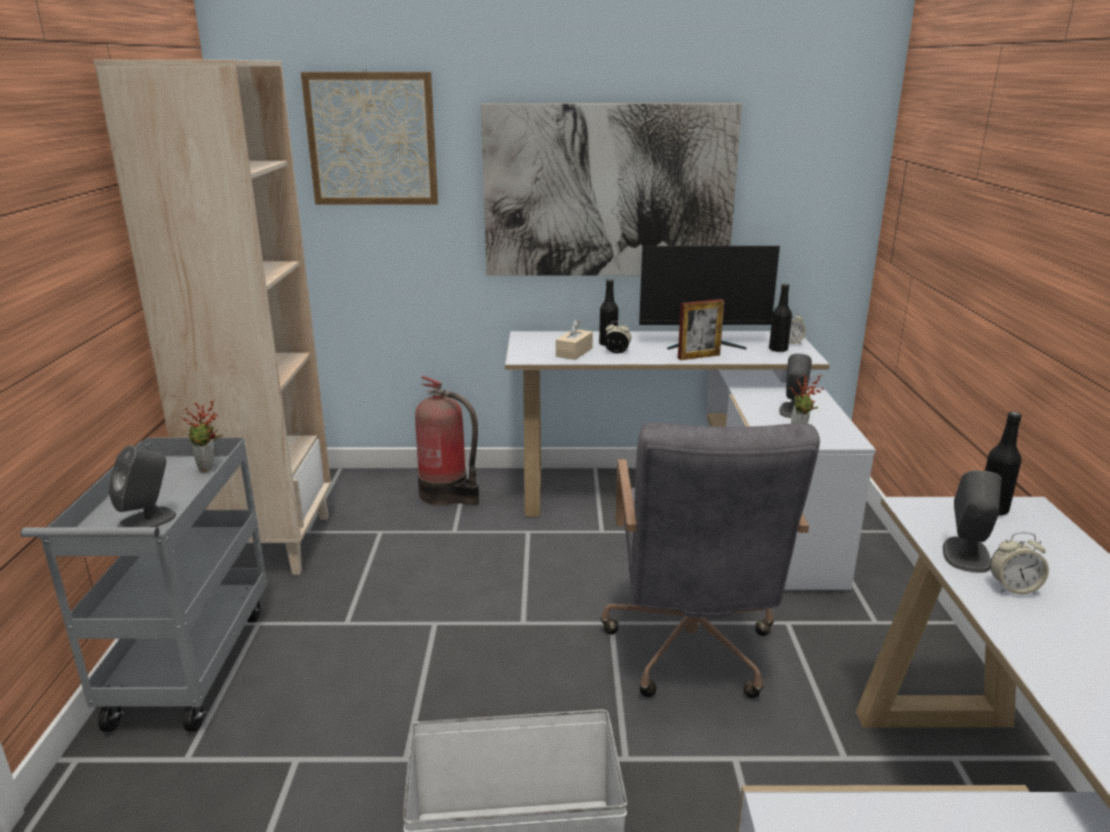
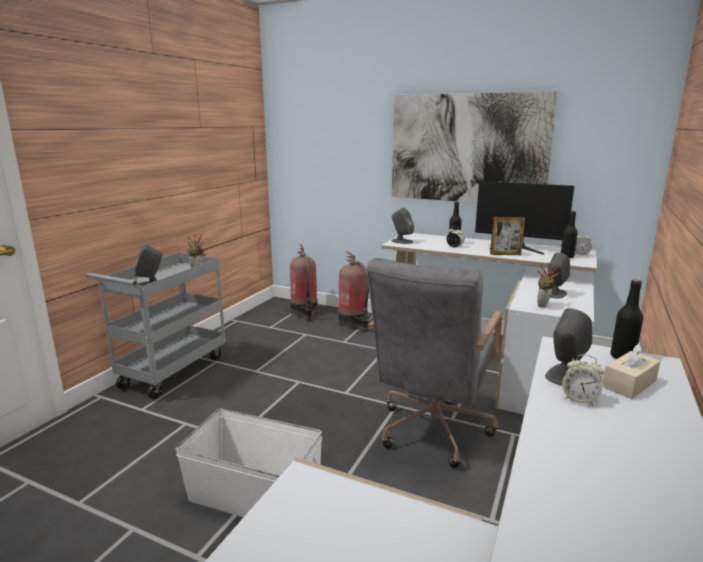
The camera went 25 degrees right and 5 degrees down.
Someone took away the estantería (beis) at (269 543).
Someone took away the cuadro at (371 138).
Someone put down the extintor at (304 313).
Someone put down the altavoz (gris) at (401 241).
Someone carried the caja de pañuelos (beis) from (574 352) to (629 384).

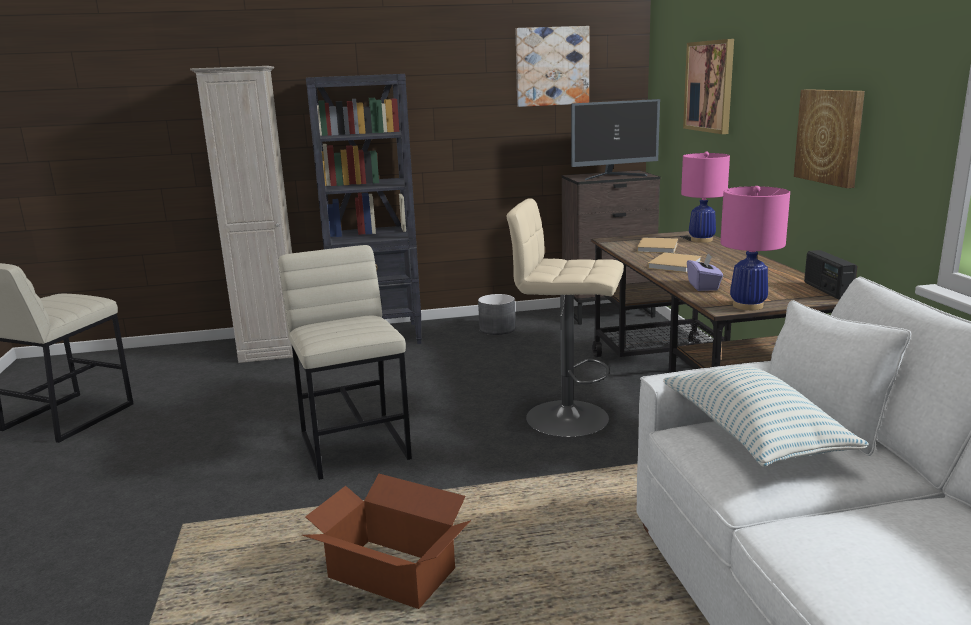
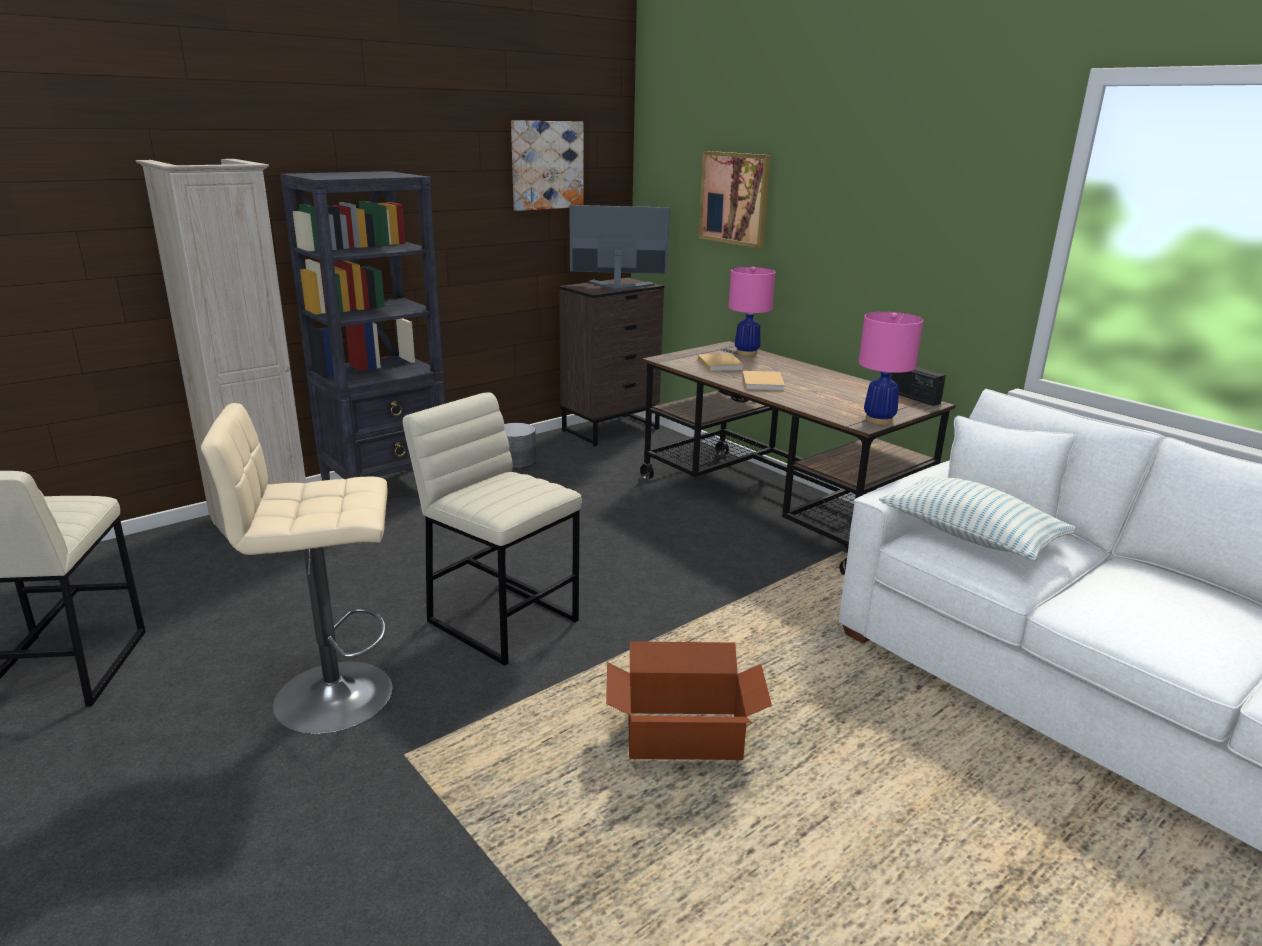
The camera went 30 degrees left and 5 degrees up.
Someone took away the caja de pañuelos (morado) at (703 286).
Someone took away the cuadro at (830 136).
Someone carried the taburete (beis) from (566 418) to (332 696).
Someone rotated the monitor at (613 176) by 135 degrees counterclockwise.

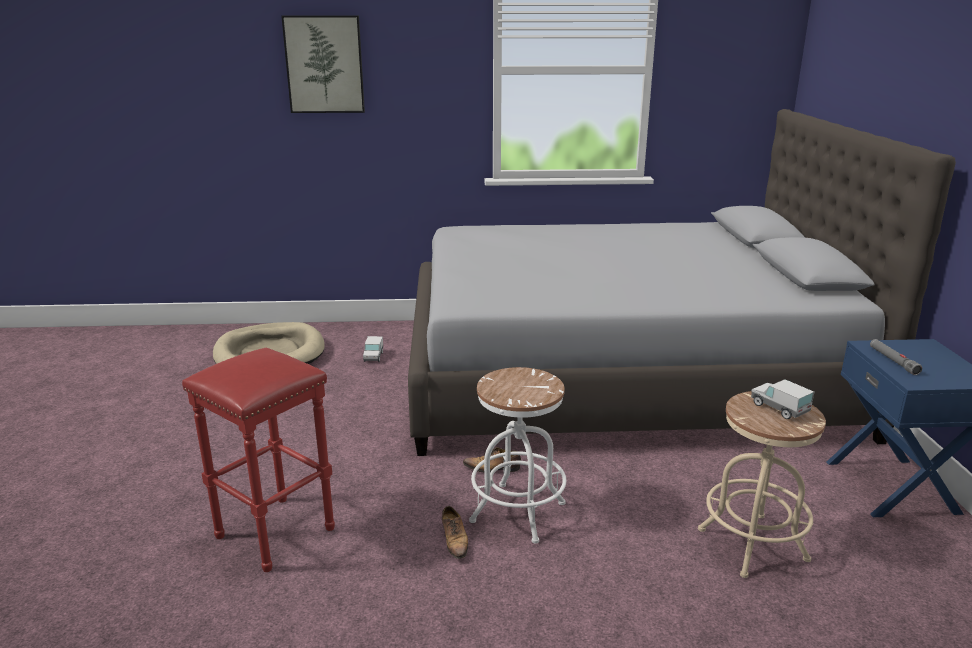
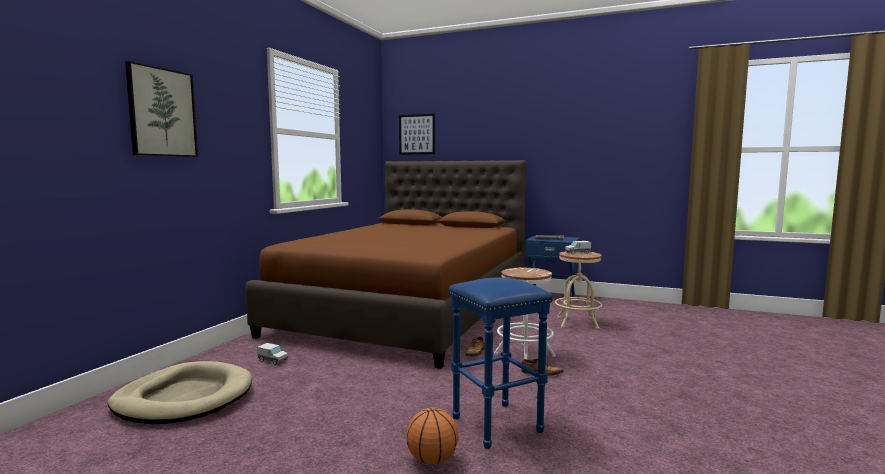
The camera went 65 degrees left and 15 degrees down.
Someone put up the cuadro at (417 134).
Someone put down the balón de baloncesto at (432 459).
Someone repainted the taburete (rojo) at (275 530), which became the taburete (azul) at (494 424).
Someone repainted the cama (gris) at (620 376), which became the cama (marrón) at (409 310).

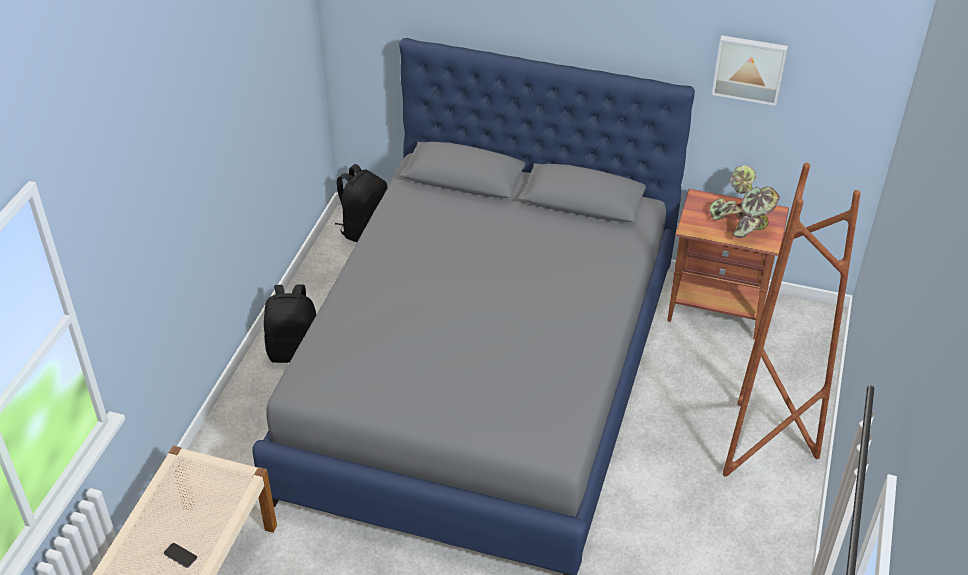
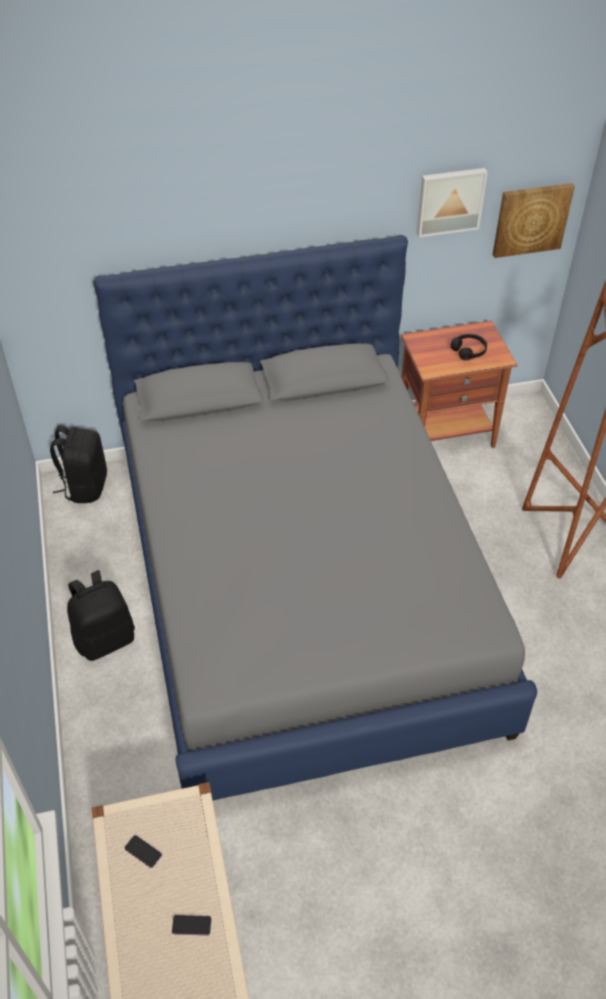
The camera went 30 degrees left and 5 degrees up.
Someone put down the móvil at (143 852).
Someone put up the cuadro at (531 219).
Someone swapped the planta en maceta at (741 225) for the auriculares (negro) at (469 350).

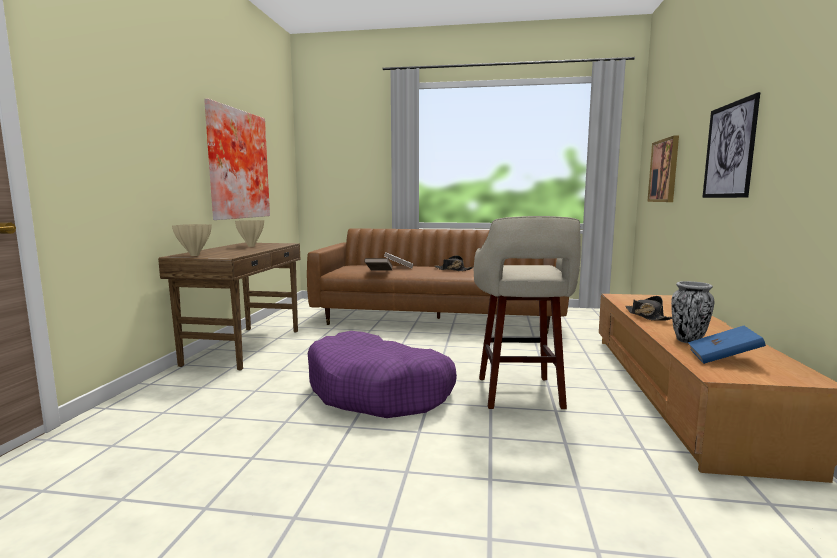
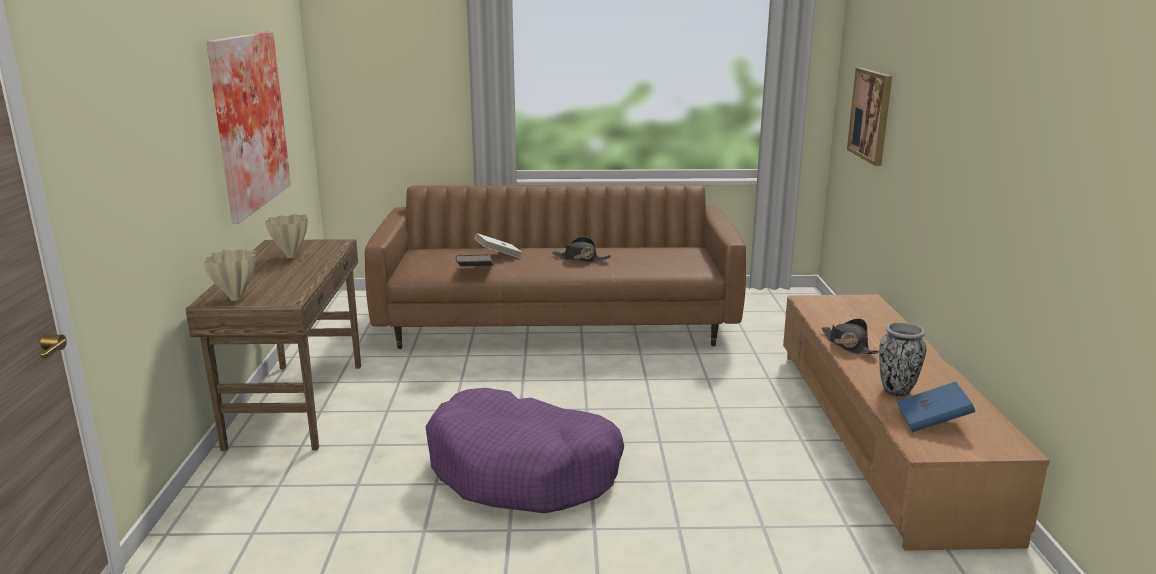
The camera went 10 degrees left and 10 degrees up.
Someone took away the taburete (beis) at (519 395).
Someone took away the cuadro at (729 150).

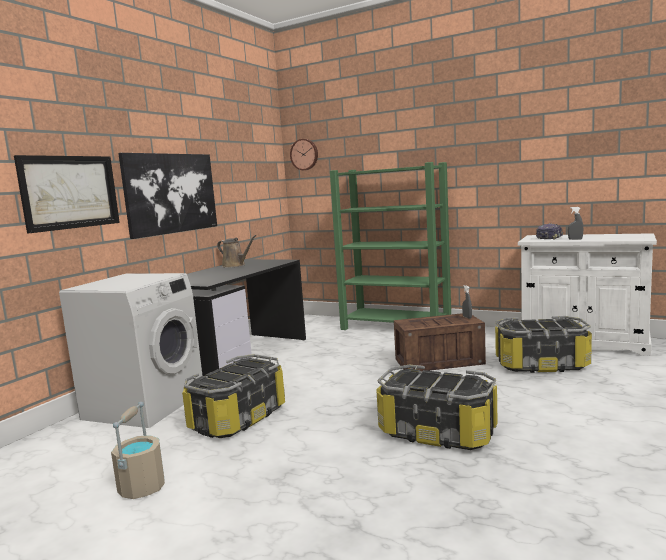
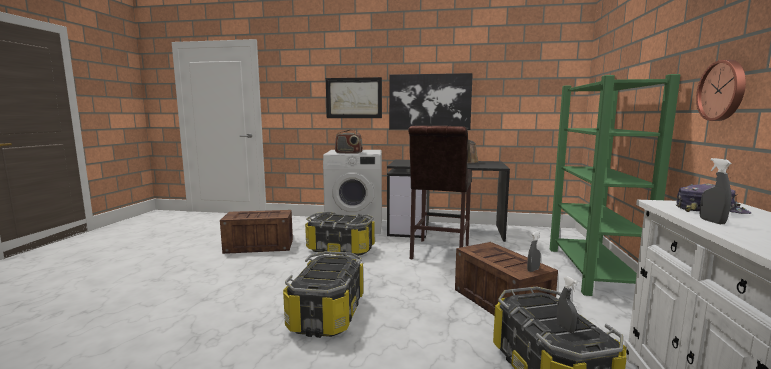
The camera went 70 degrees right and 0 degrees up.
Someone put down the radio at (348 153).
Someone put down the taburete (marrón) at (438 253).
Someone put down the pulverizador (gris) at (565 328).
Someone carried the reloj de pared from (304 154) to (723 90).
Someone swapped the cubo (beis) at (142 487) for the caja de embalaje at (260 246).

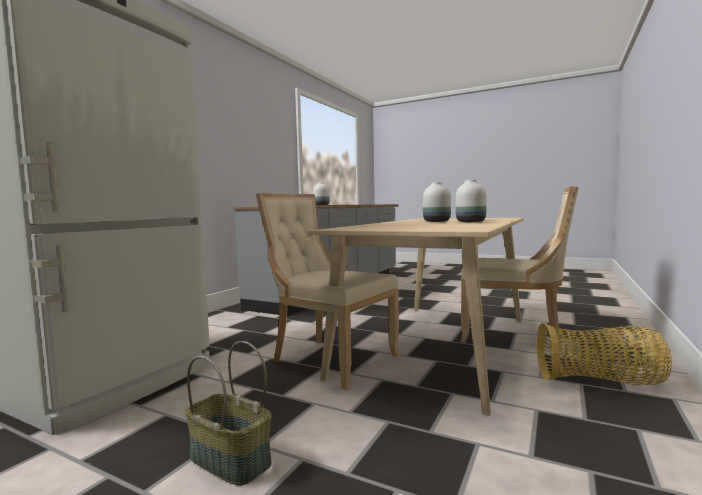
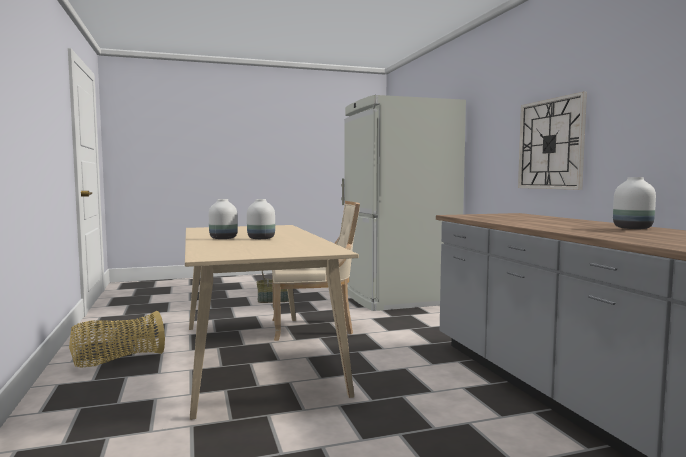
The camera went 135 degrees right and 0 degrees up.
Someone took away the silla (beis) at (515 336).
Someone put up the reloj de pared at (550 144).

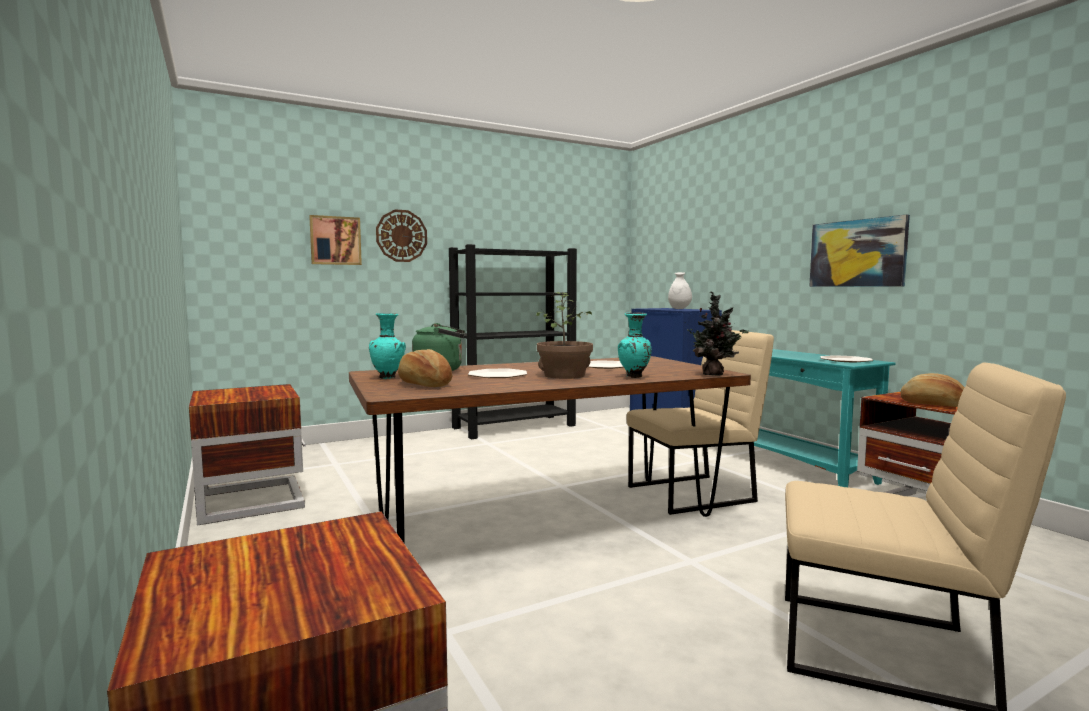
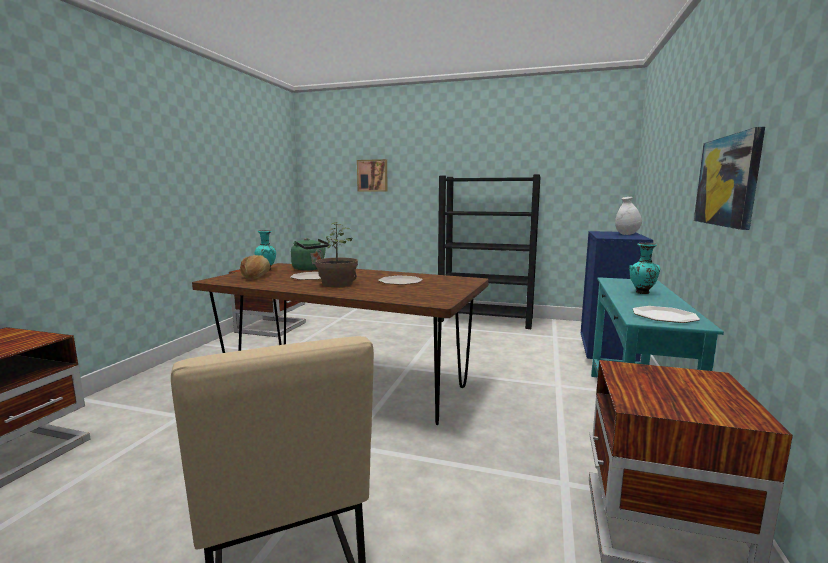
The camera went 45 degrees right and 5 degrees up.
Someone took away the reloj de pared at (401 236).
Someone took away the silla (beis) at (694 493).
Someone took away the planta en maceta at (714 375).
Someone took away the pan at (933 404).
Someone carried the florero (turquesa) from (634 377) to (642 293).

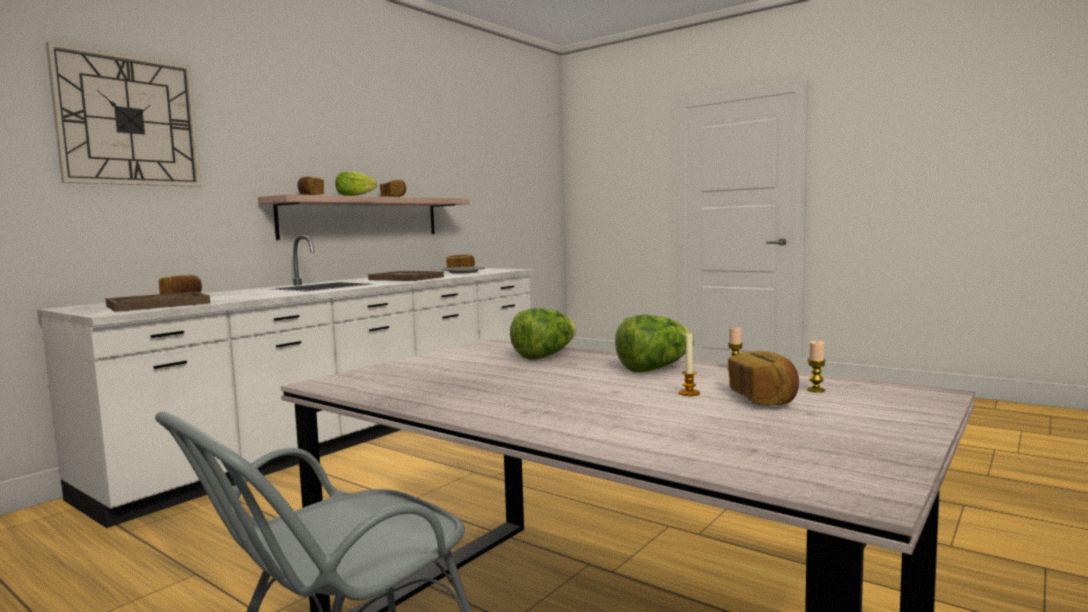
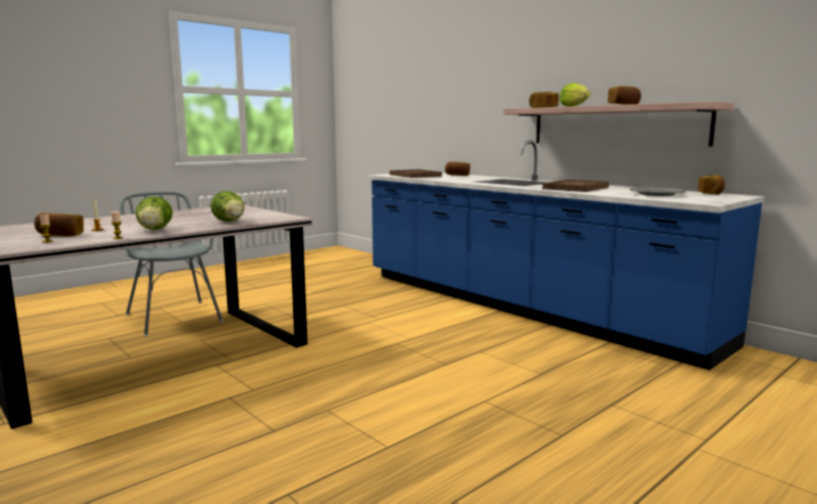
The camera went 100 degrees right and 5 degrees up.
Someone took away the reloj de pared at (128 120).
Someone repainted the mueble bajo de cocina (blanco) at (352 433), which became the mueble bajo de cocina (azul) at (522 306).

